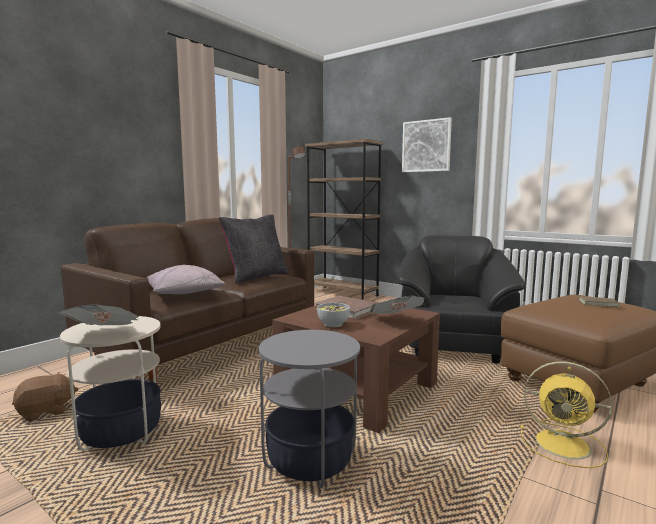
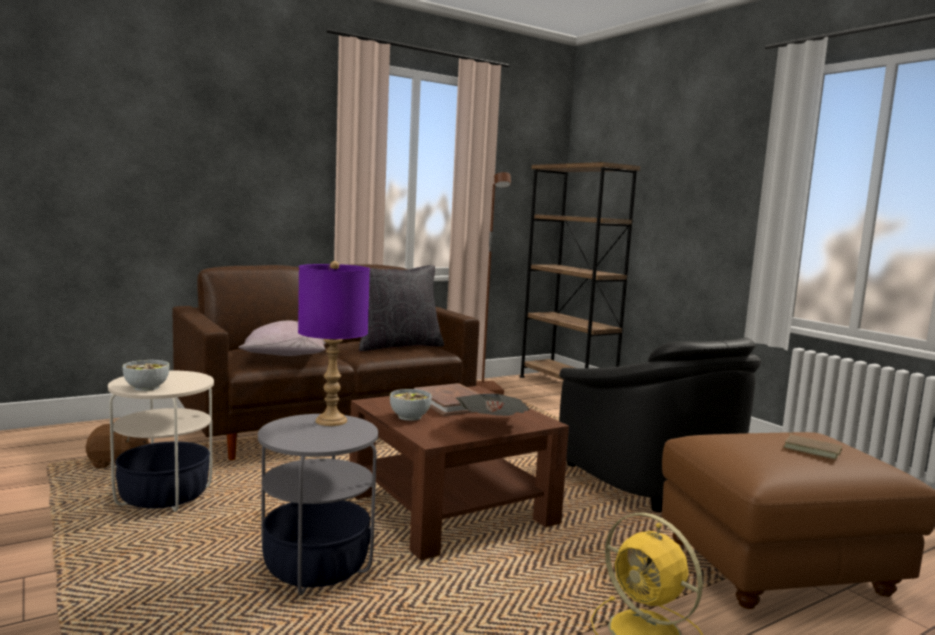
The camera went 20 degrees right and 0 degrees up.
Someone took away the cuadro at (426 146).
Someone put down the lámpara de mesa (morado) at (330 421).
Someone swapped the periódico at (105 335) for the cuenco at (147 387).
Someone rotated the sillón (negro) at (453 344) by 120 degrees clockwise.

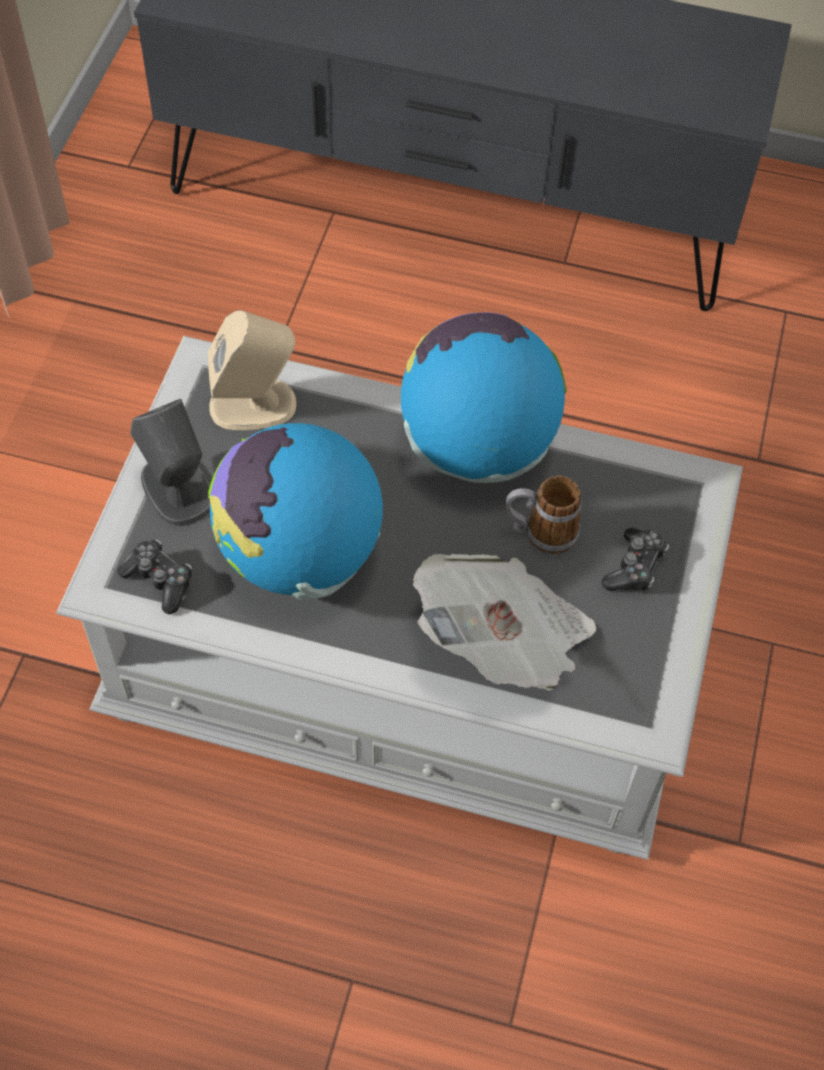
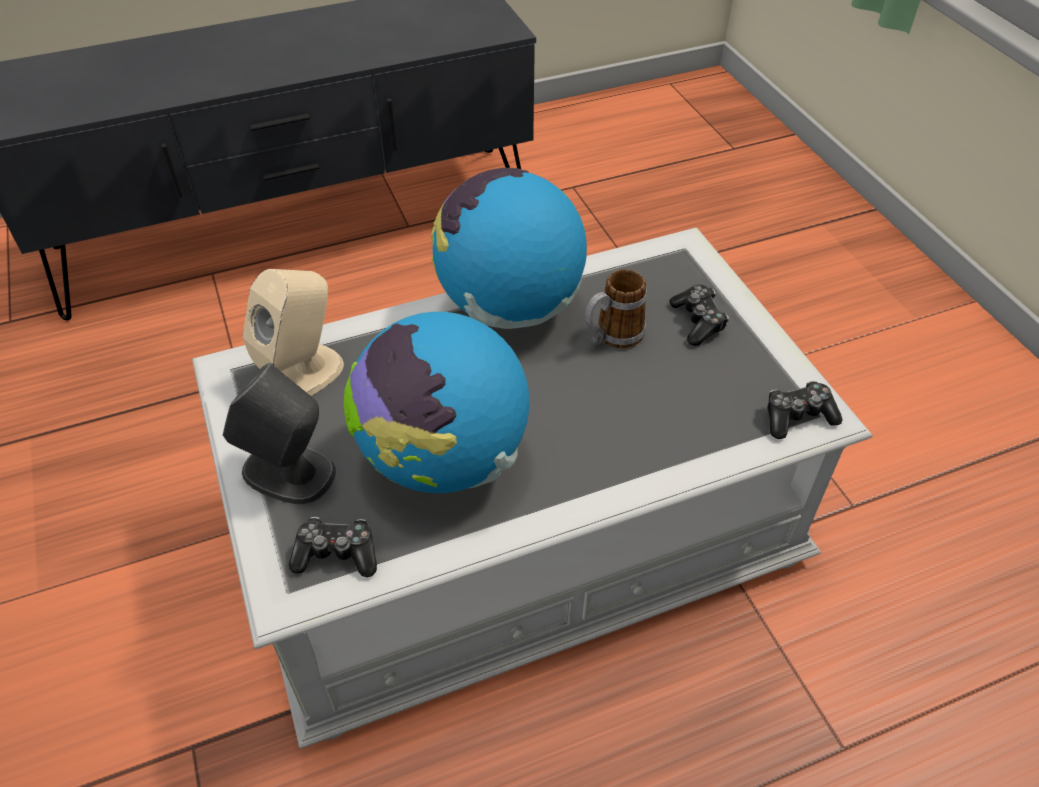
The camera went 35 degrees left and 10 degrees down.
Someone took away the periódico at (504 641).
Someone put down the mando de consola at (797 417).

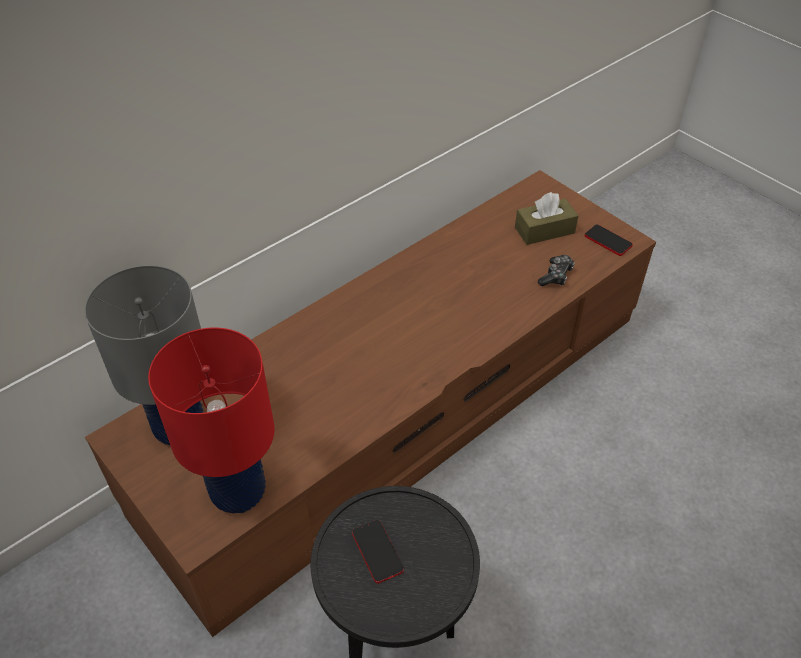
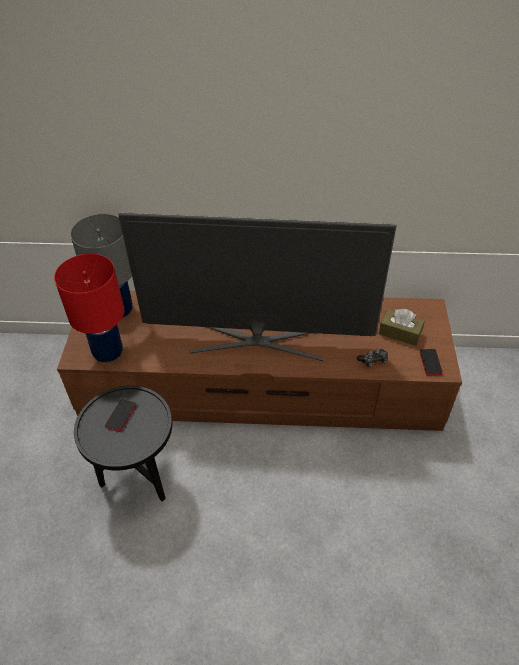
The camera went 45 degrees right and 0 degrees up.
Someone put down the televisor at (258 340).

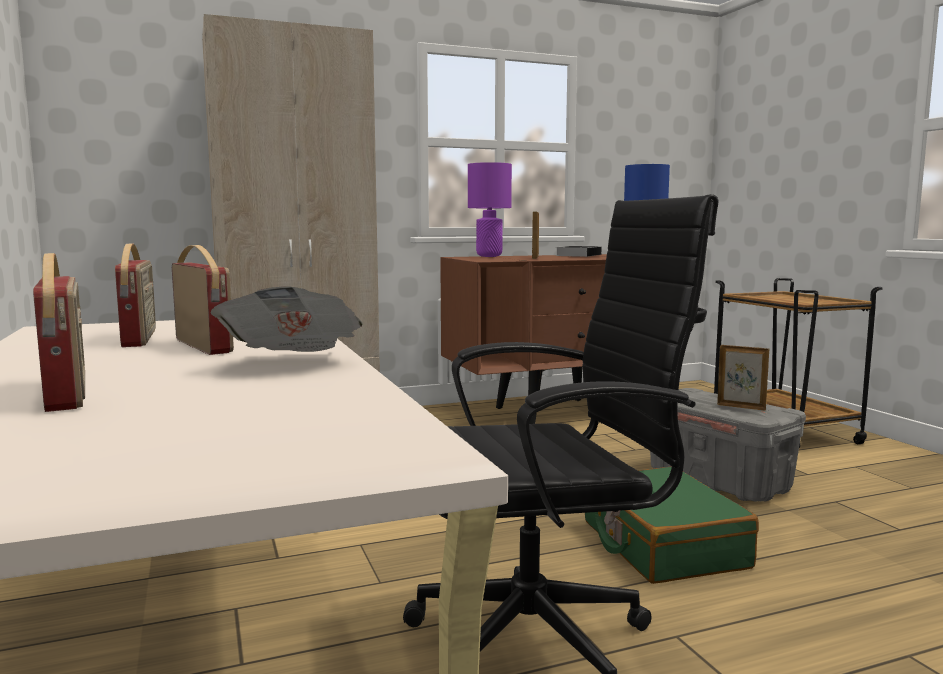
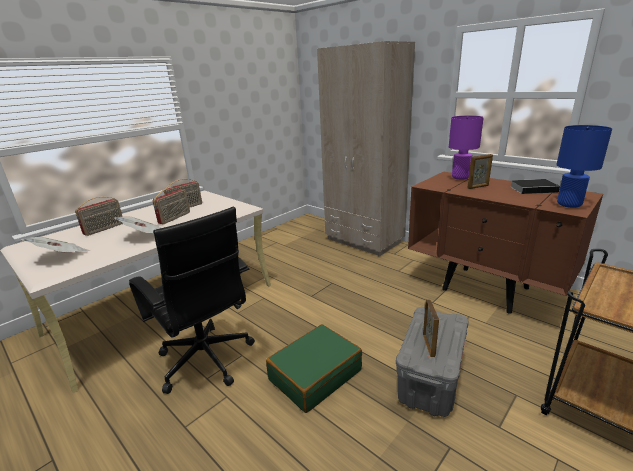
The camera went 65 degrees right and 15 degrees up.
Someone put down the periódico at (62 256).

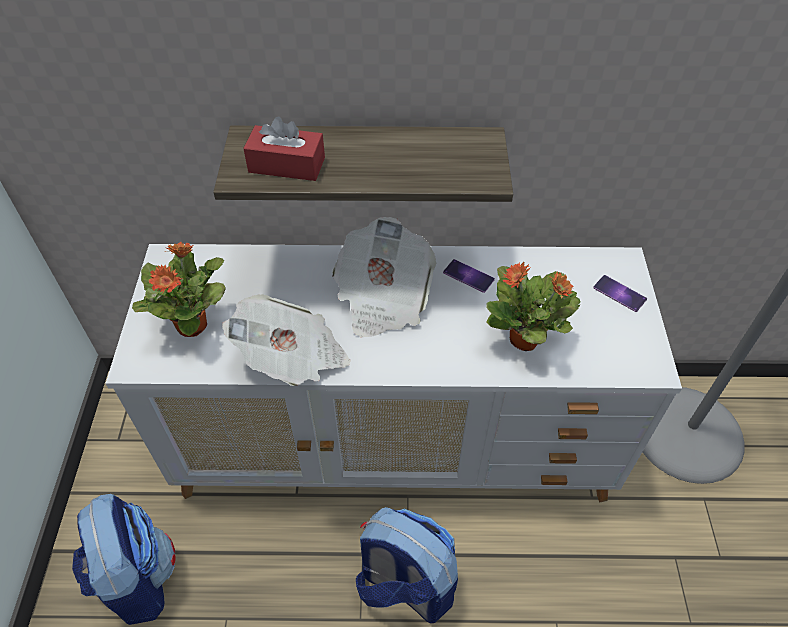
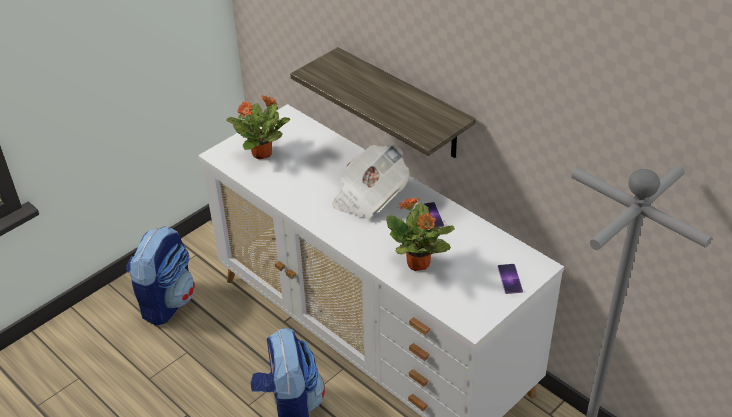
The camera went 45 degrees right and 10 degrees down.
Someone took away the periódico at (293 358).
Someone took away the caja de pañuelos (rojo) at (287 165).

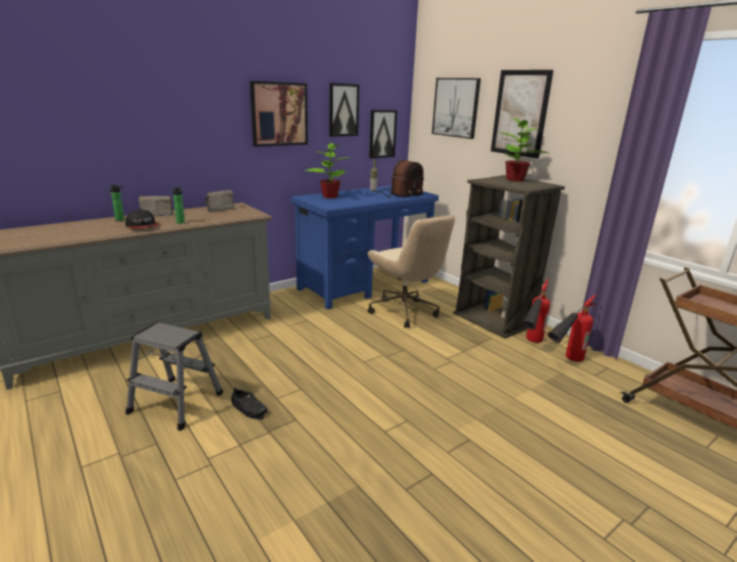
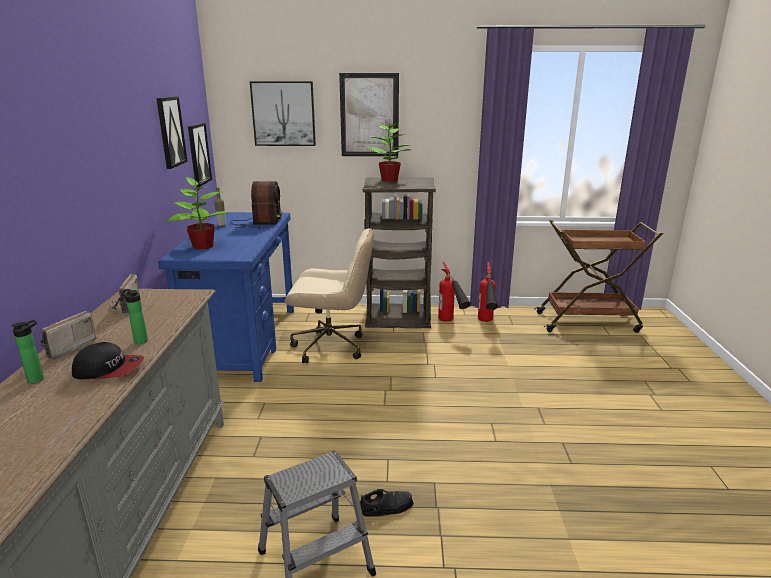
The camera went 50 degrees left and 0 degrees up.
Someone took away the cuadro at (279 114).

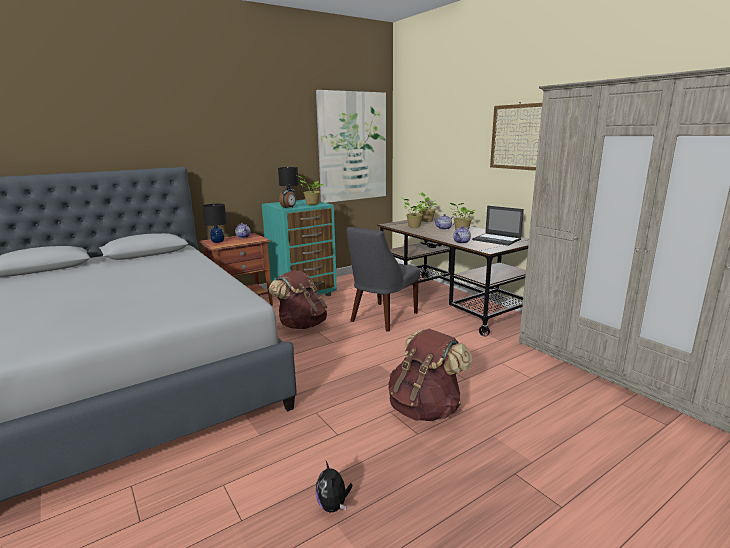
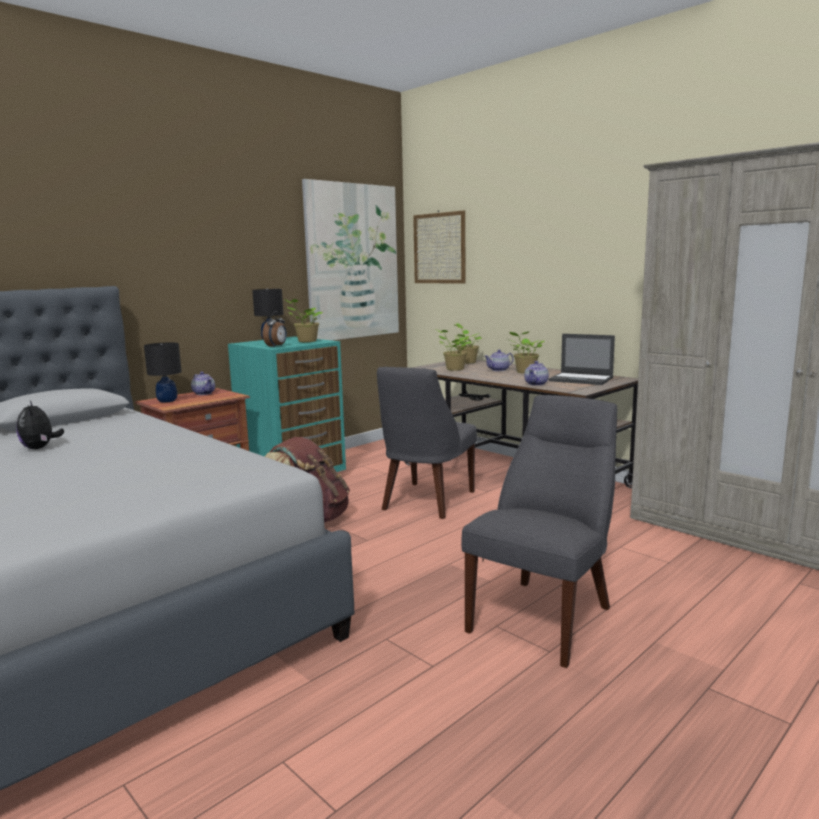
The camera went 10 degrees left and 5 degrees down.
Someone carried the peluche from (333 506) to (40 448).
Someone carried the cuadro from (518 136) to (439 247).
Someone swapped the mochila (marrón) at (425 409) for the silla (gris) at (544 616).

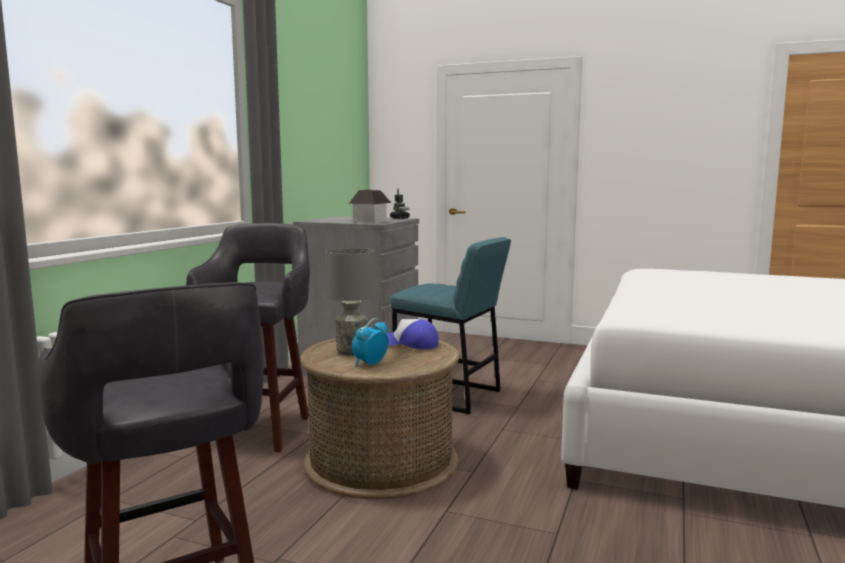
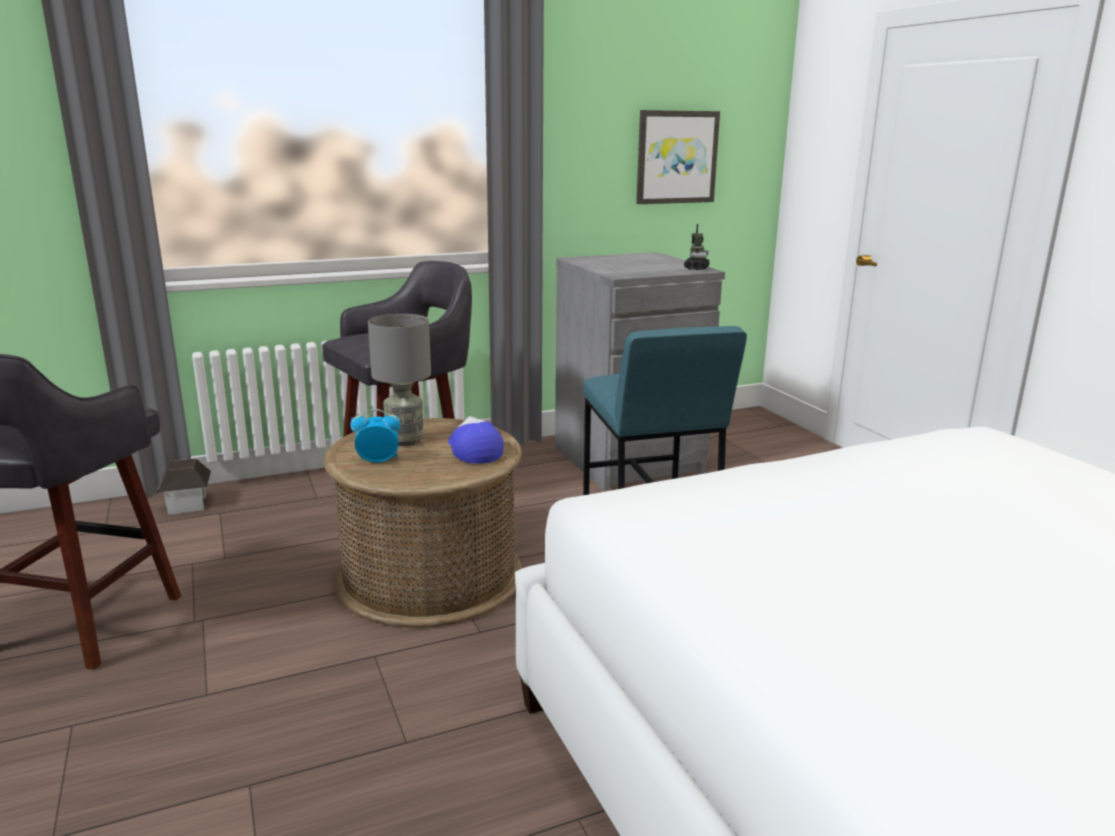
The camera went 45 degrees right and 10 degrees up.
Someone put up the cuadro at (676 157).
Someone carried the casita from (370 221) to (187 504).

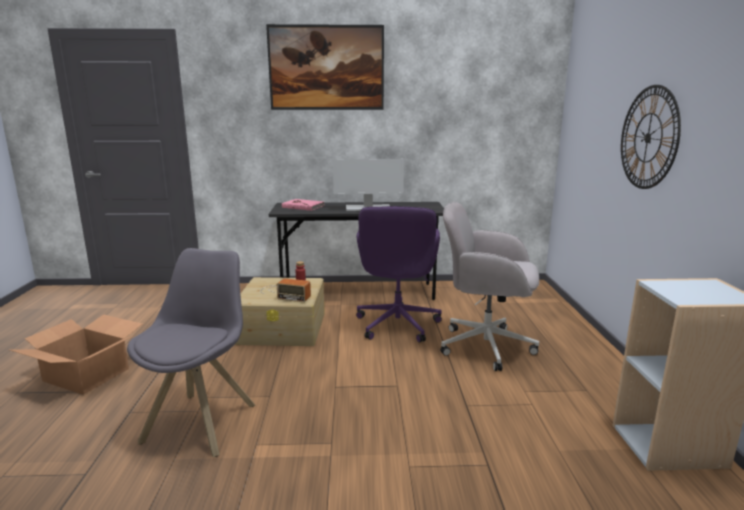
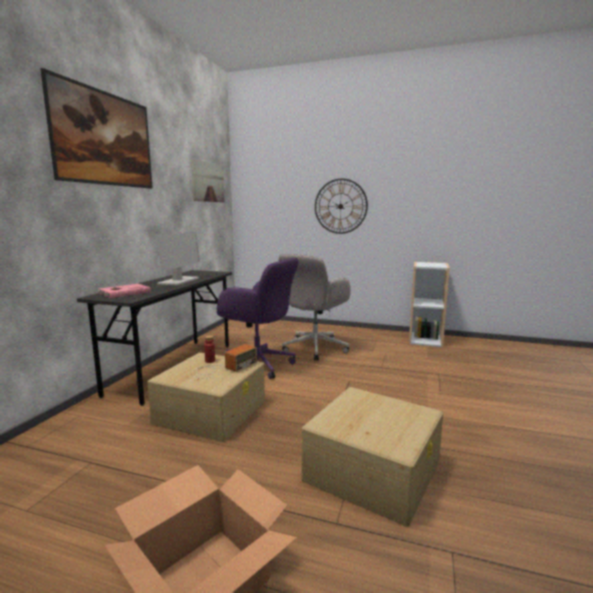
The camera went 70 degrees left and 5 degrees down.
Someone put up the cuadro at (208 182).
Someone swapped the silla (gris) at (201 422) for the caja de almacenaje (beis) at (373 469).

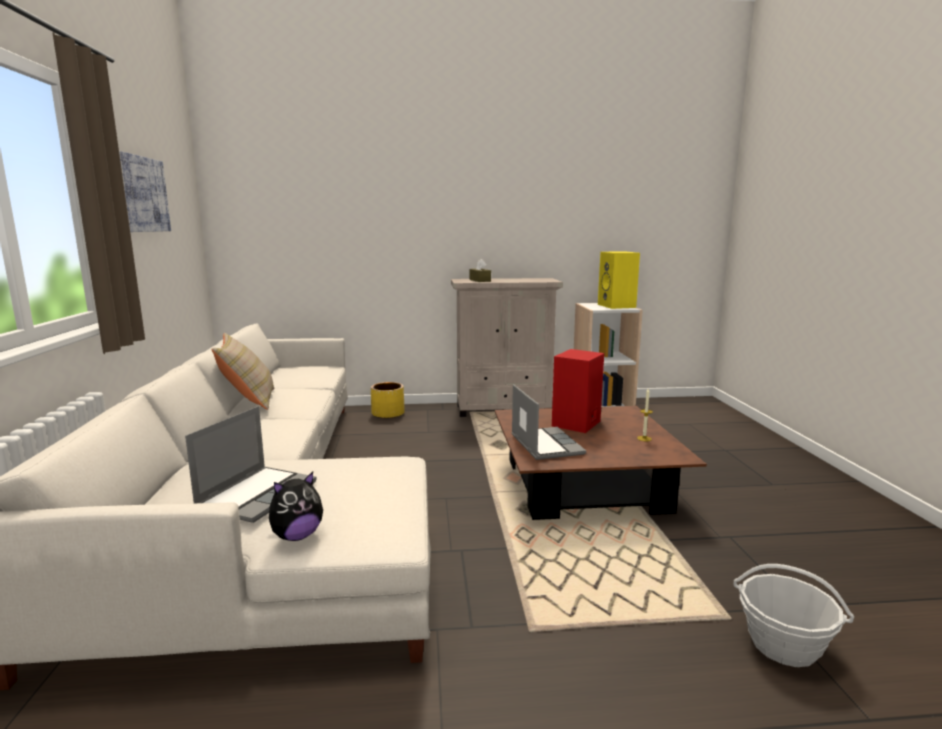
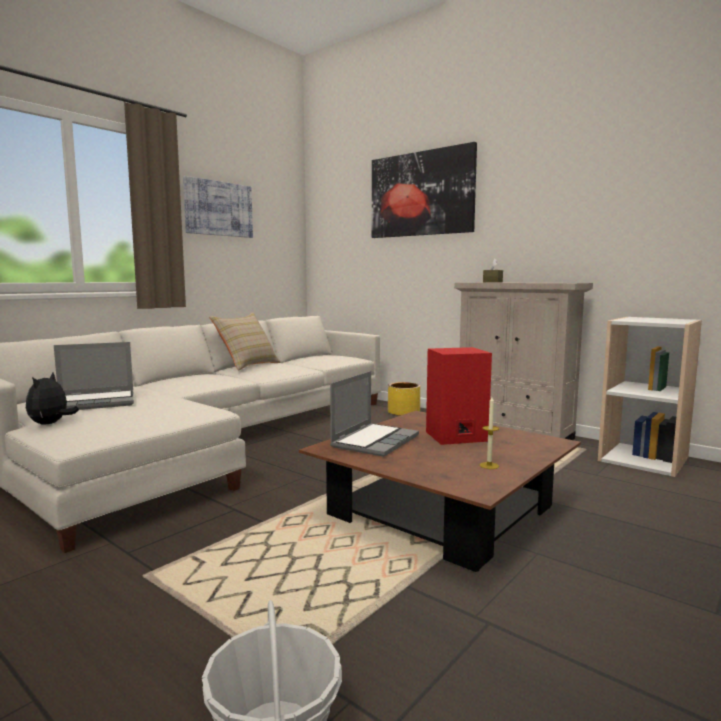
The camera went 45 degrees right and 5 degrees down.
Someone took away the altavoz (amarillo) at (617 306).
Someone put up the cuadro at (421 194).
Someone rotated the peluche at (297 536) by 90 degrees clockwise.

